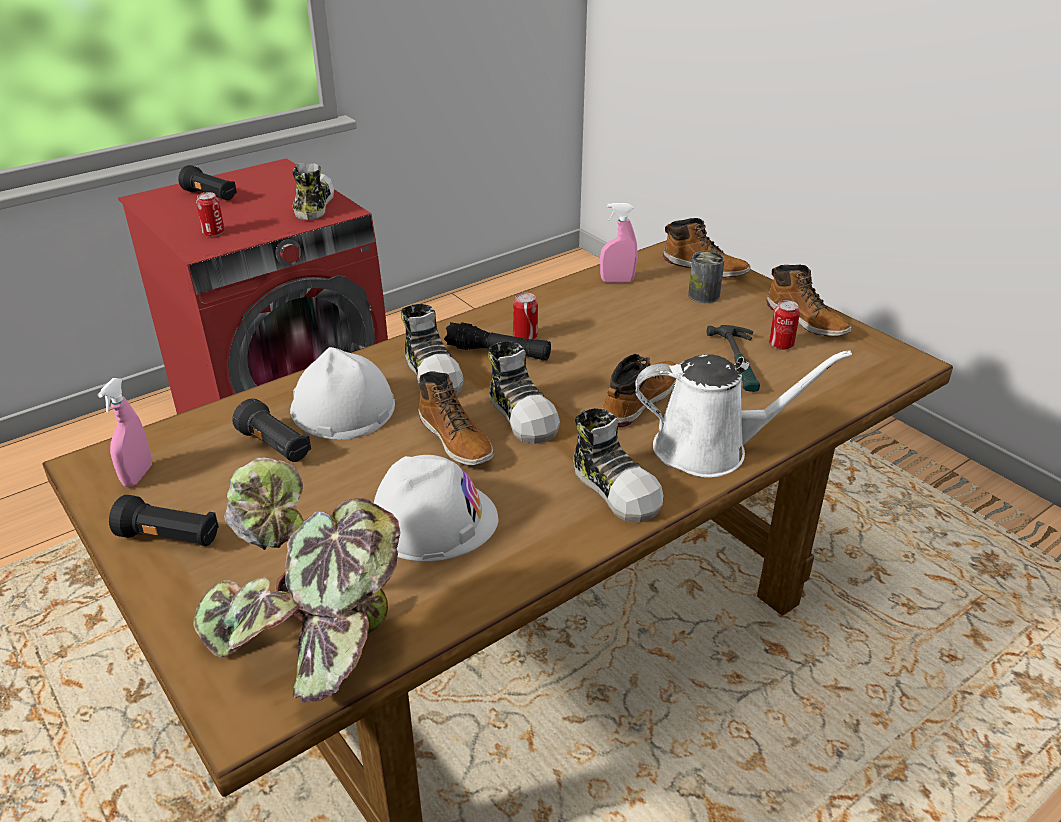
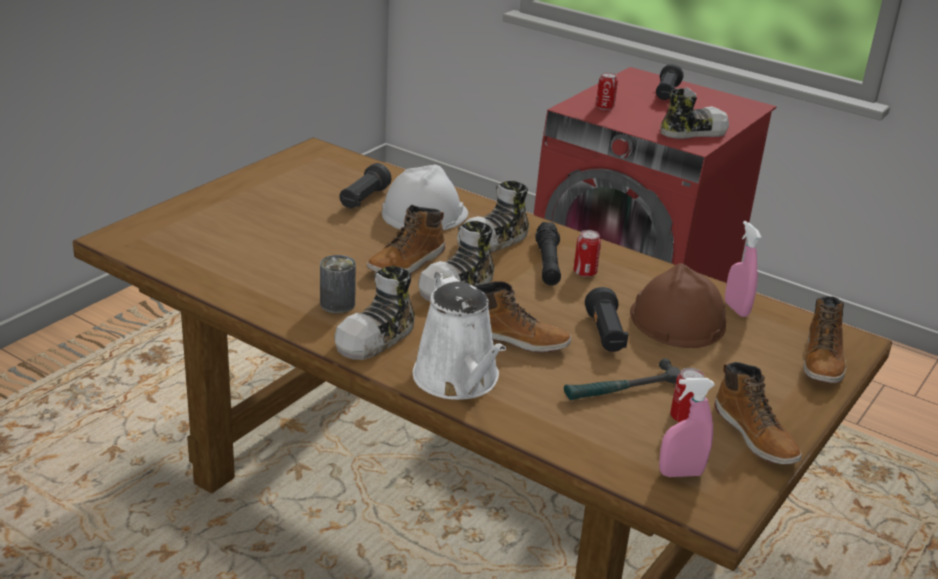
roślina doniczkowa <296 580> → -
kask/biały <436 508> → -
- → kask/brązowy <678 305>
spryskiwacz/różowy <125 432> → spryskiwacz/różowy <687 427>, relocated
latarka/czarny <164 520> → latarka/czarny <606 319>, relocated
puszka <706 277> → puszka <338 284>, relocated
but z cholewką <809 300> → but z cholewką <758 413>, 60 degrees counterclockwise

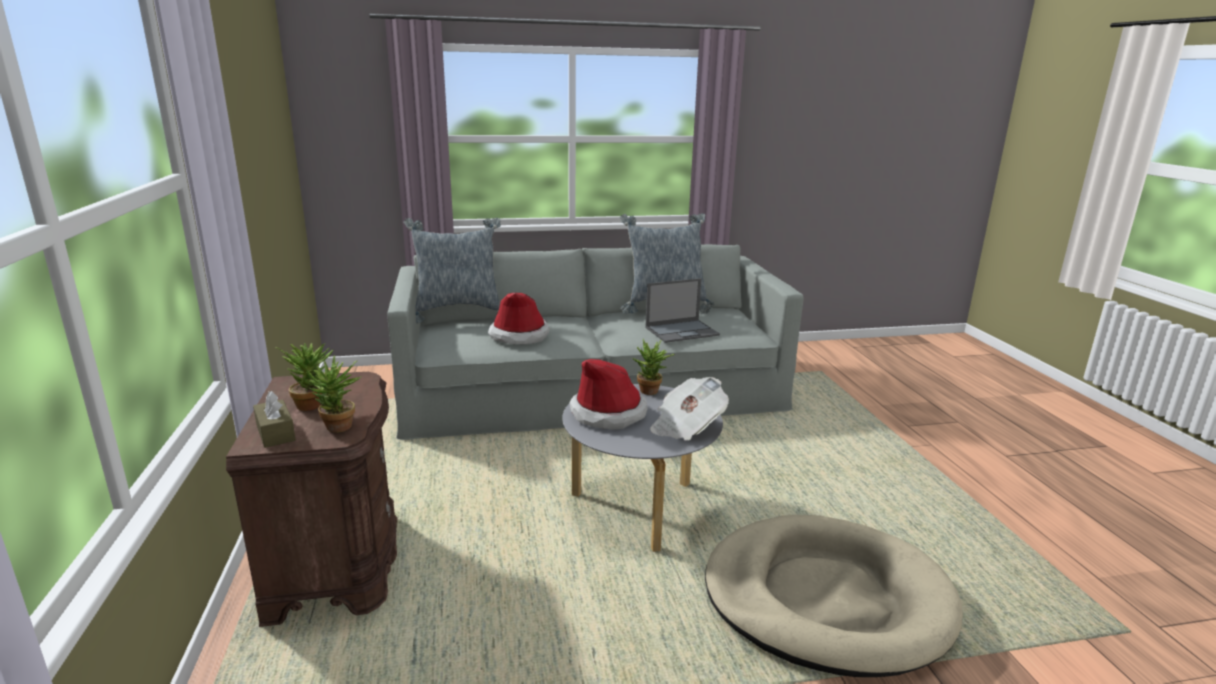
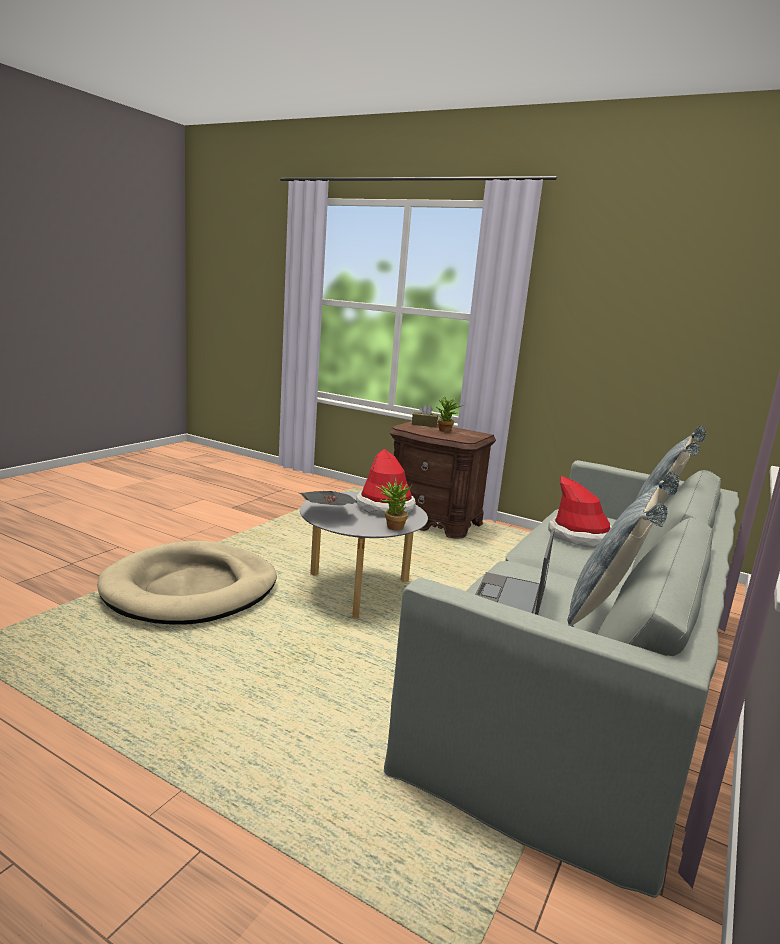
roślina doniczkowa <333 394> → -

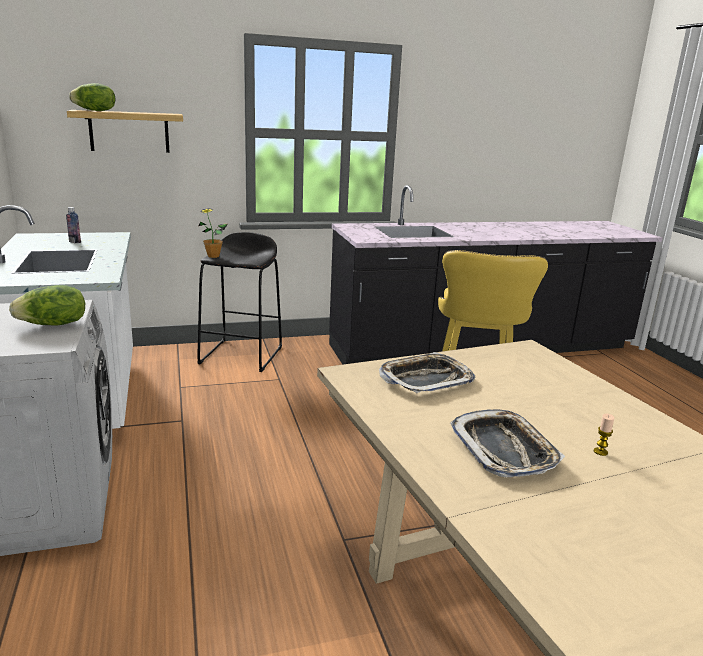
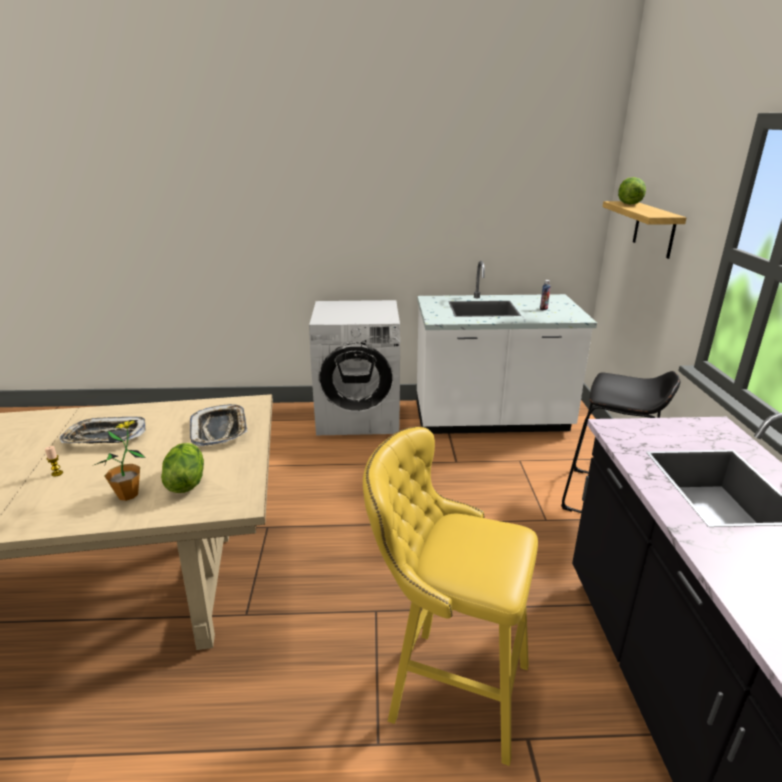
sałata <47 305> → sałata <182 467>, relocated
roślina doniczkowa <212 233> → roślina doniczkowa <119 460>, relocated

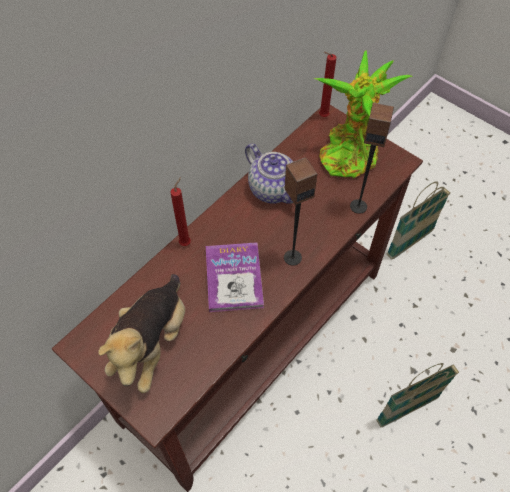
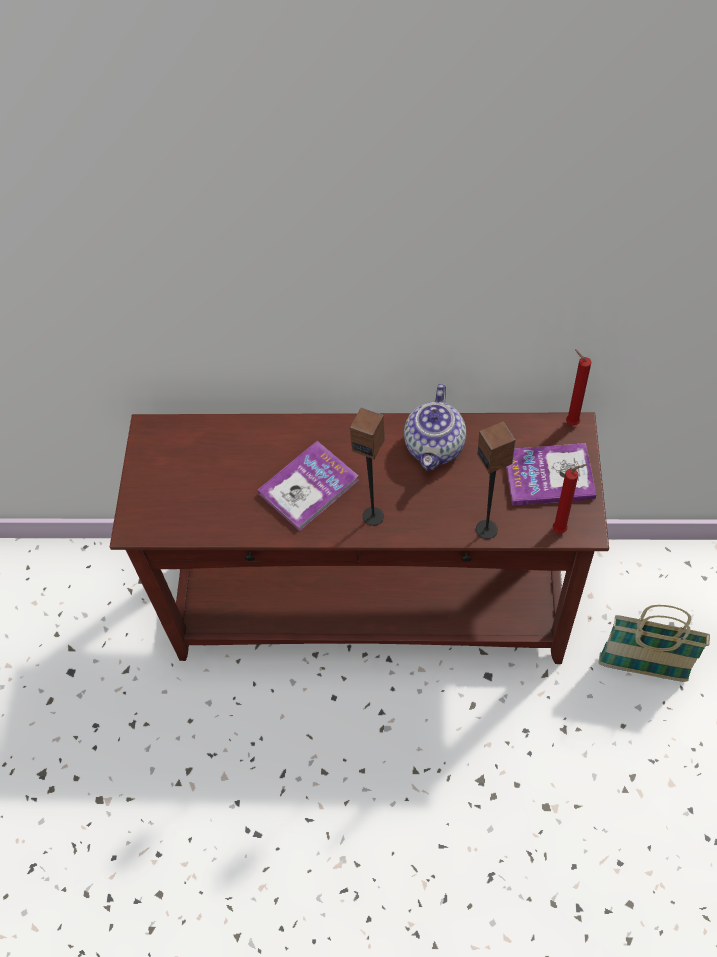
pluszak <141 333> → -
koszyk <417 395> → -
świeca/czerwony <180 211> → świeca/czerwony <570 499>, relocated
roślina doniczkowa <363 114> → książka <551 474>

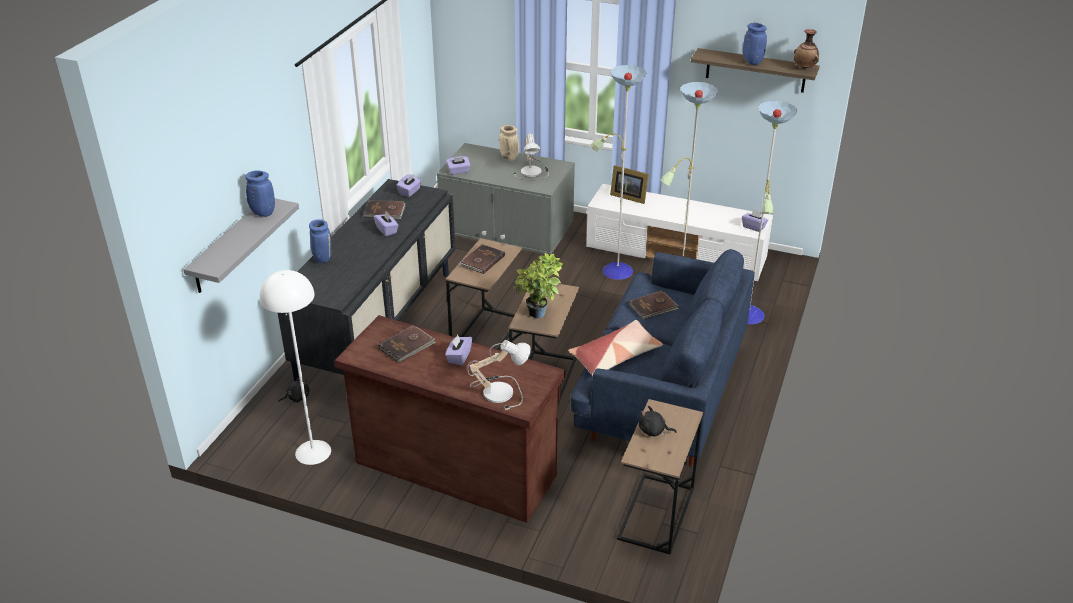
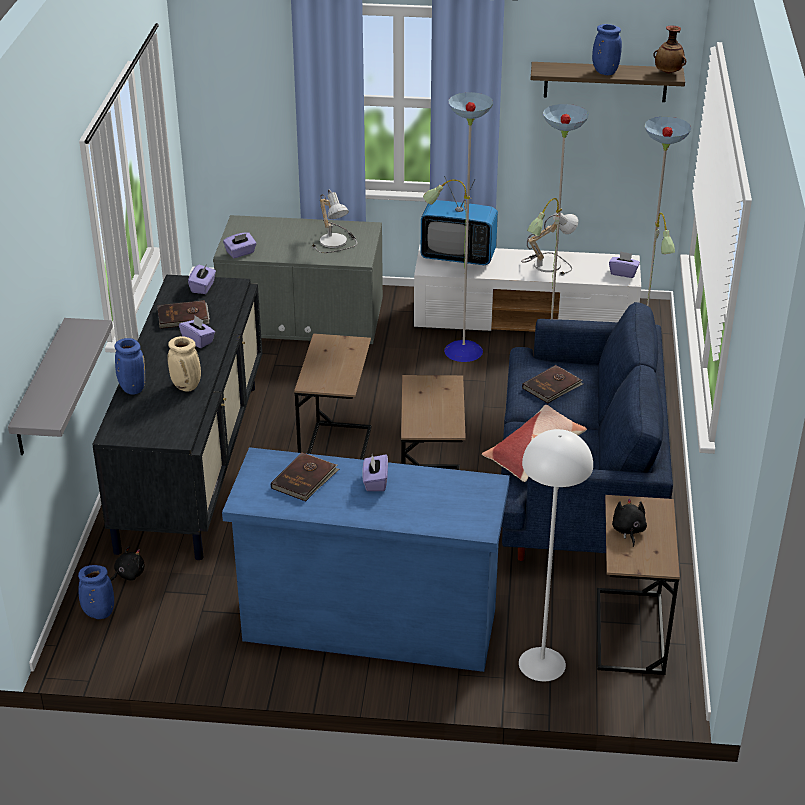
książka/brązowy <482 259> → -
roślina doniczkowa <538 286> → -
wazon/niebieski <260 194> → wazon/niebieski <96 592>, relocated
lampa stojąca/biały <295 367> → lampa stojąca/biały <556 555>, relocated
lampa stołowa <499 375> → lampa stołowa <549 244>, relocated
wazon/beżowy <509 143> → wazon/beżowy <184 364>, relocated
ramka na zdjęcie <629 184> → telewizor <459 220>
komoda/brązowy <449 419> → komoda/niebieski <366 559>
pluszak/czarny <658 421> → pluszak/czarny <629 522>, 90 degrees clockwise

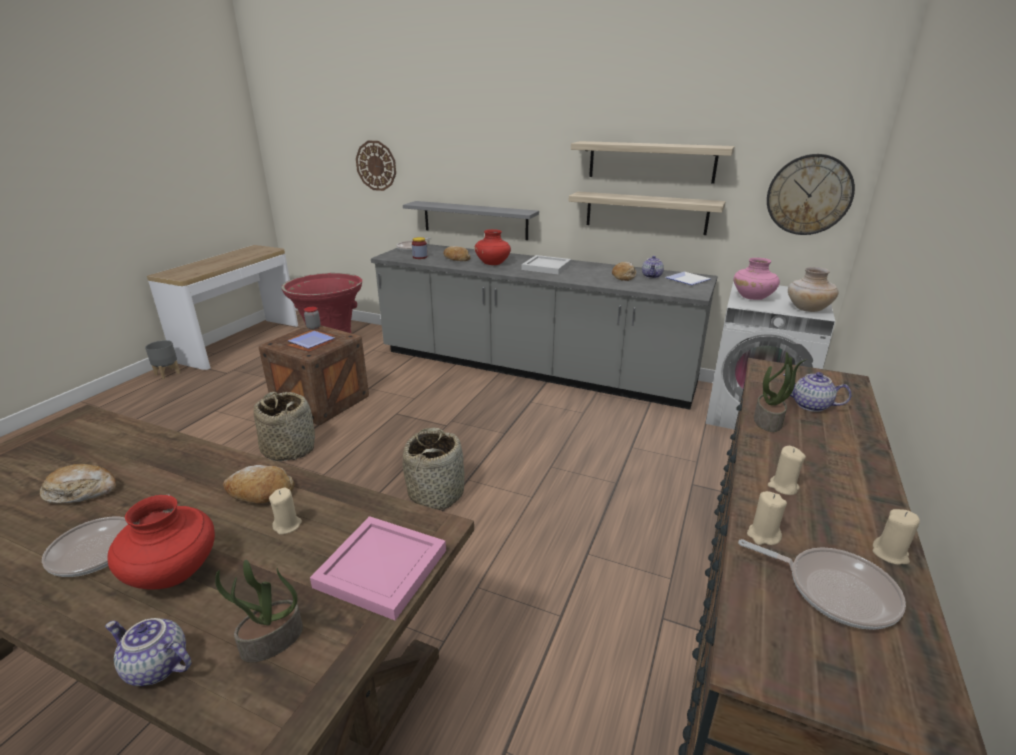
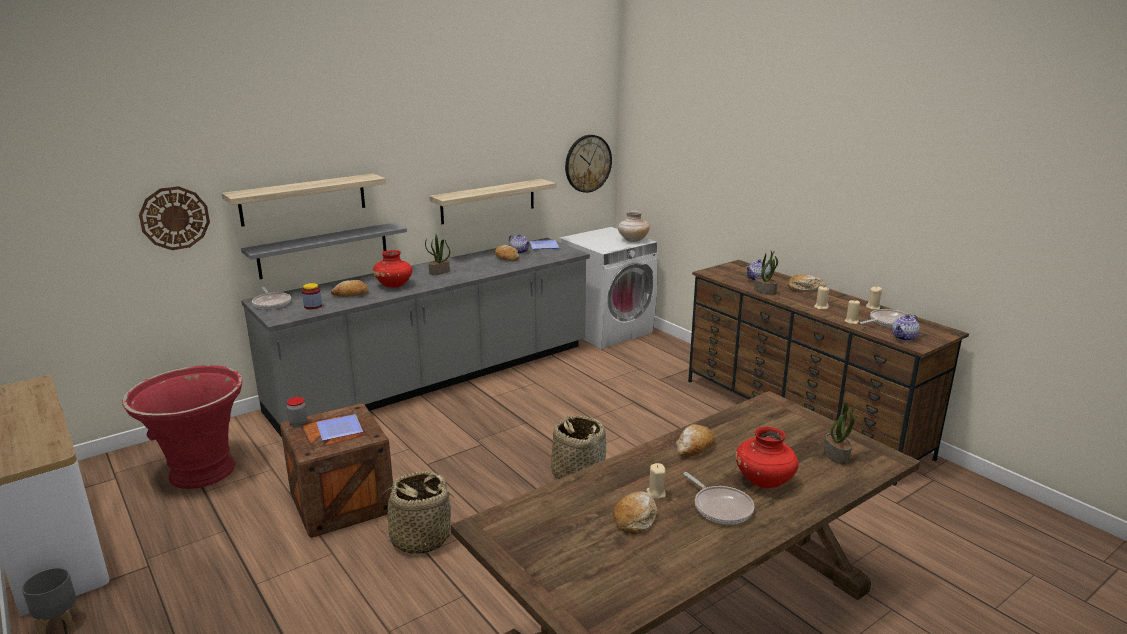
taca/różowy <378 568> → -
wazon/różowy <757 279> → -
- → chleb <807 282>
imbryk <148 652> → imbryk <906 327>, relocated
świeca/beżowy <285 511> → świeca/beżowy <656 481>, relocated
półka <653 162> → półka <304 199>, relocated
taca/biały <546 264> → roślina doniczkowa <437 254>

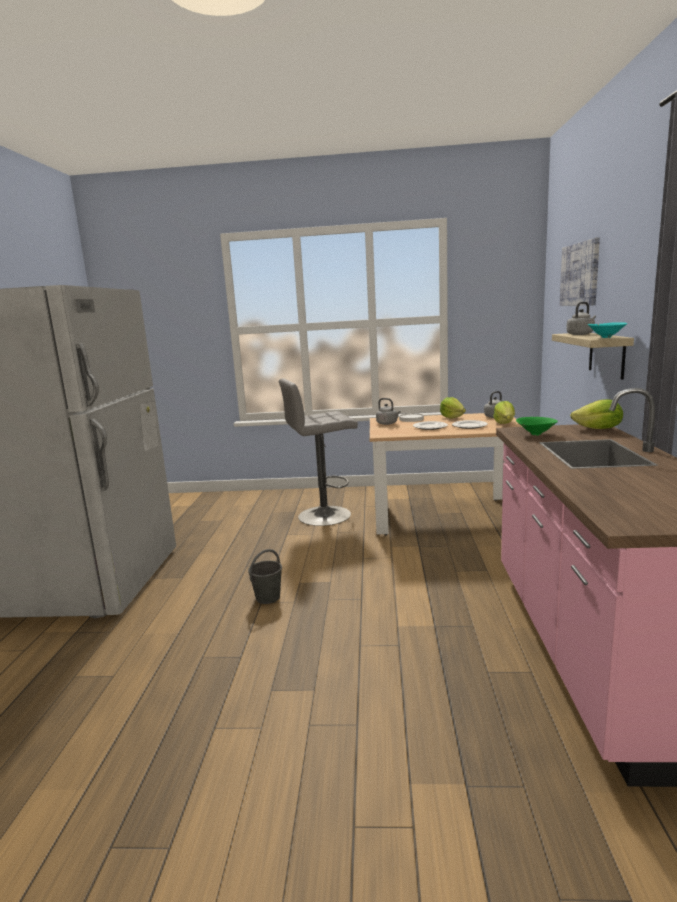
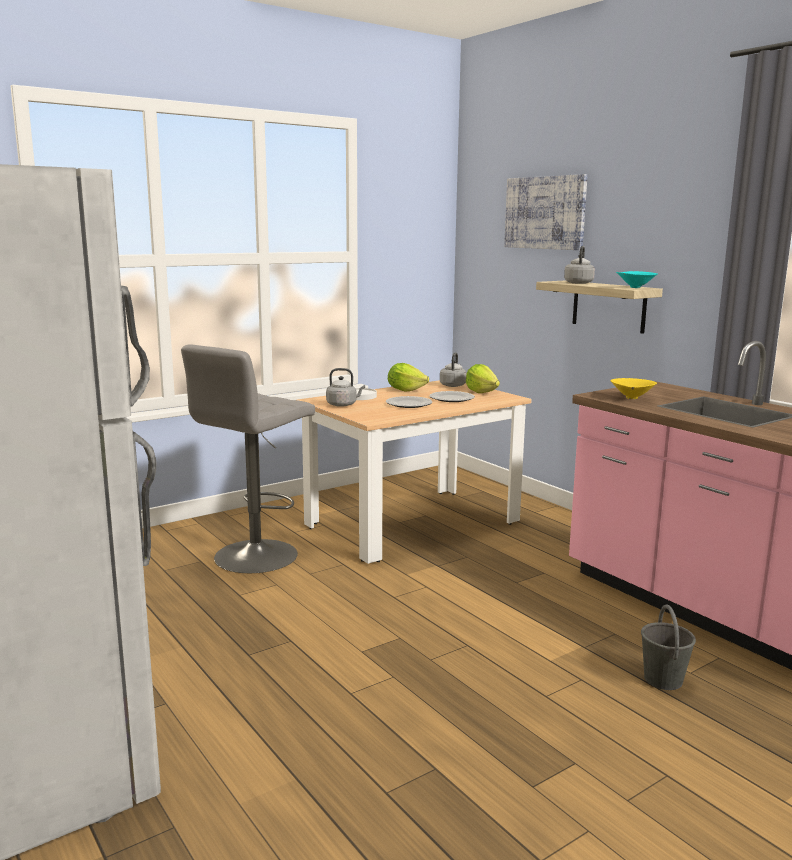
sałata <596 414> → -
wiadro/szary <265 576> → wiadro/szary <668 647>, relocated
miska/zielony <537 426> → miska/żółty <633 388>

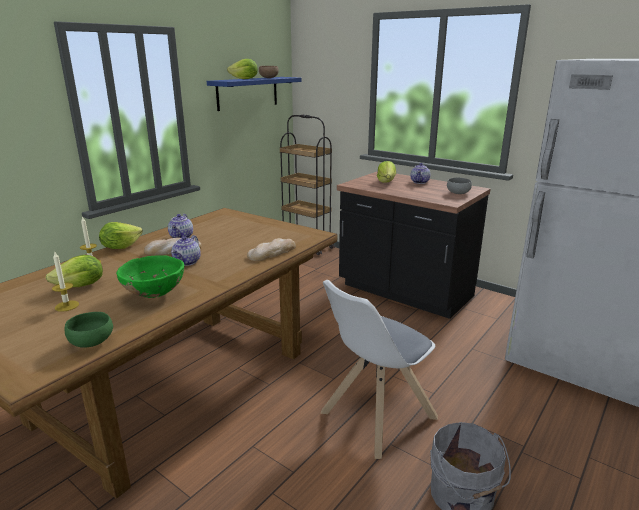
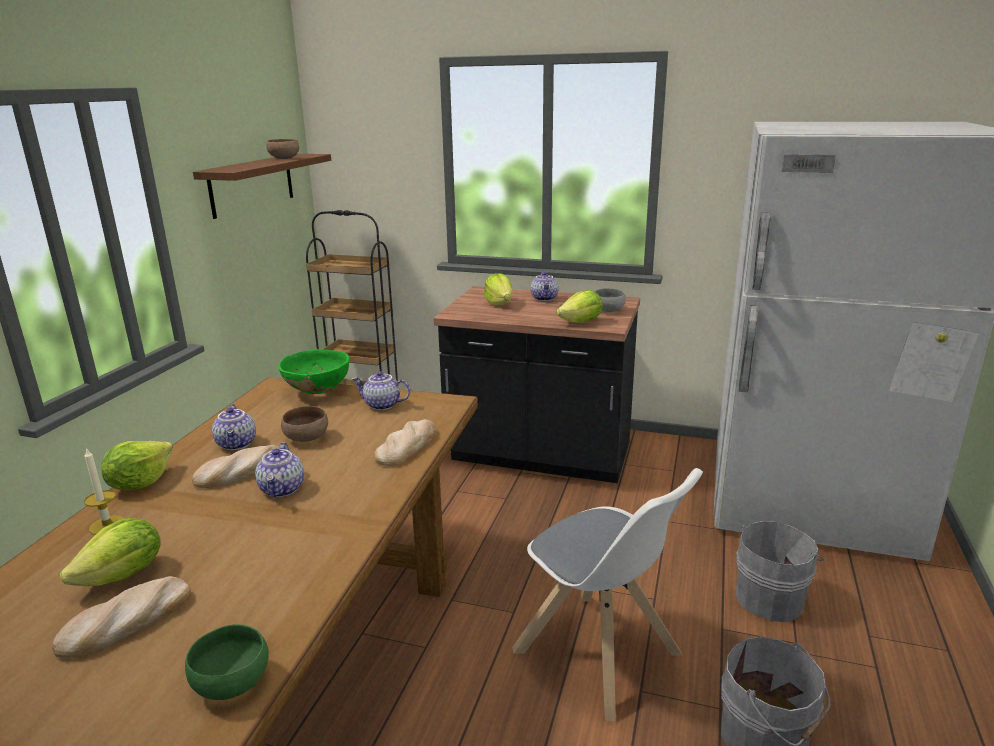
- → miska/brązowy <304 424>
- → imbryk <381 390>
- → wiadro/szary <780 571>
miska/zielony <150 276> → miska/zielony <313 371>, relocated
sałata <242 69> → sałata <579 306>, relocated
świeca <65 282> → chleb <121 617>
półka/niebieski <254 94> → półka/brązowy <262 186>
krzesło <379 369> → krzesło <607 595>, 75 degrees counterclockwise

